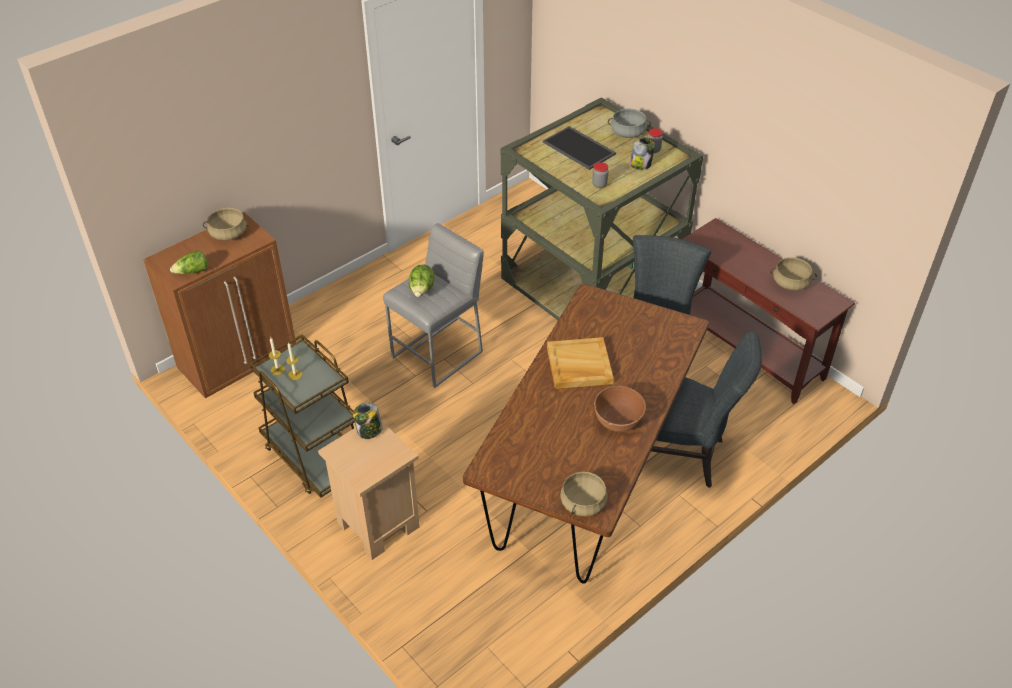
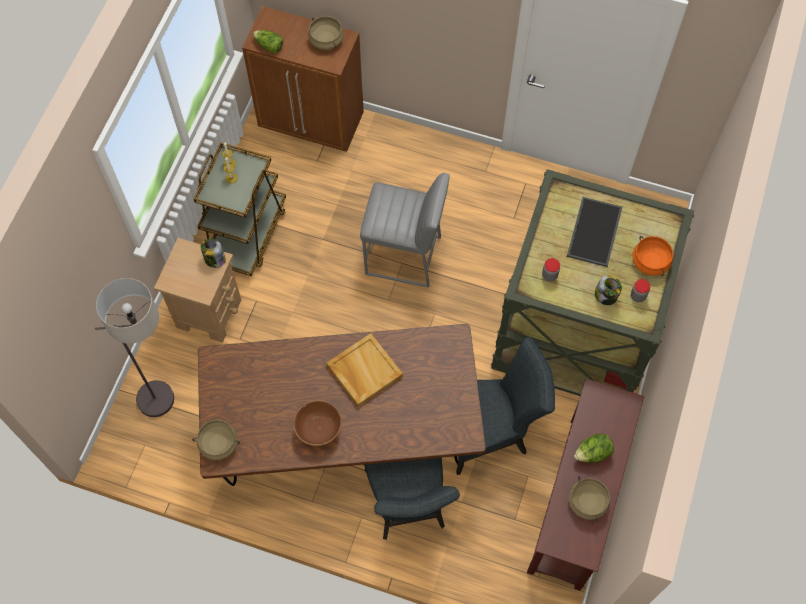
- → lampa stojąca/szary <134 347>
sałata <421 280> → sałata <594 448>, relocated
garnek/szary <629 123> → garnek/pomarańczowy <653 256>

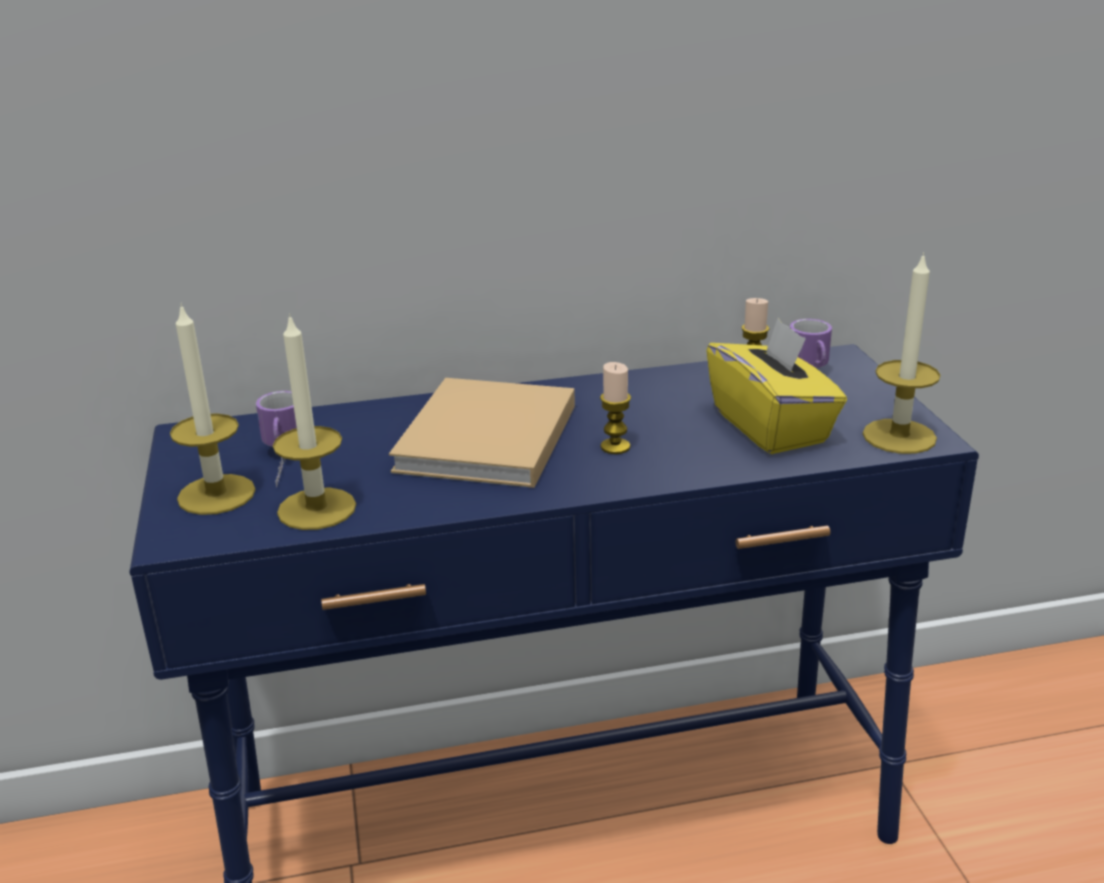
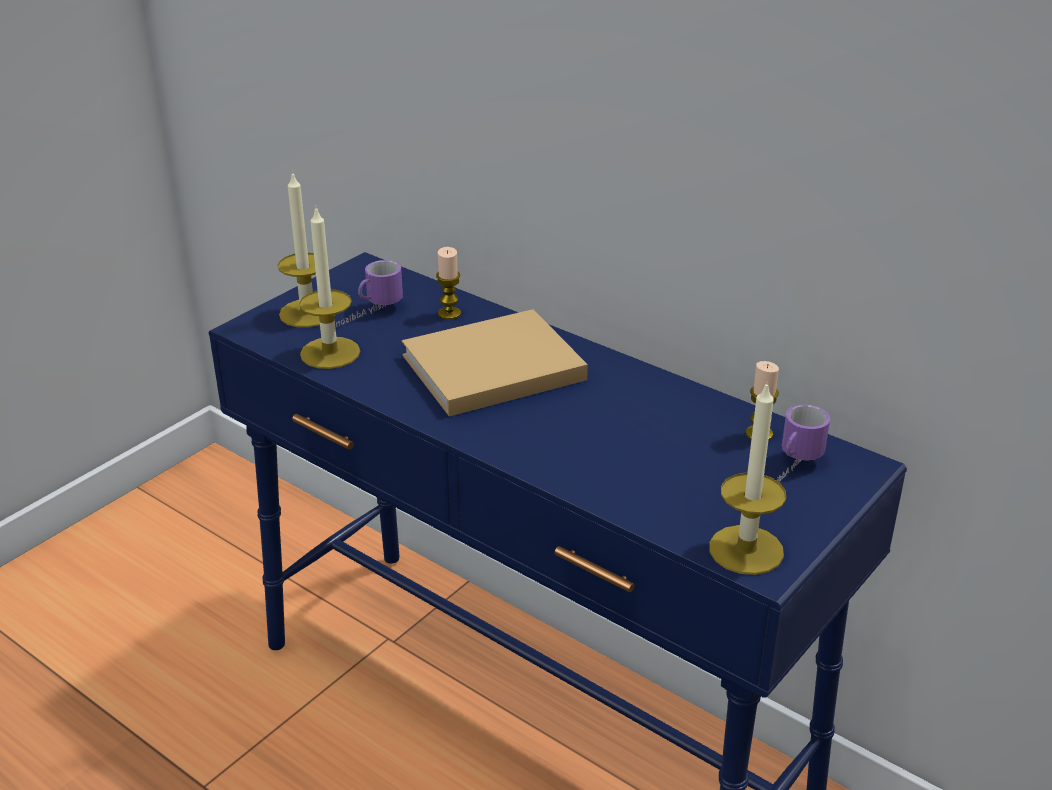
pudełko chusteczek/żółty <776 386> → -
świeca <615 408> → świeca <448 283>, relocated

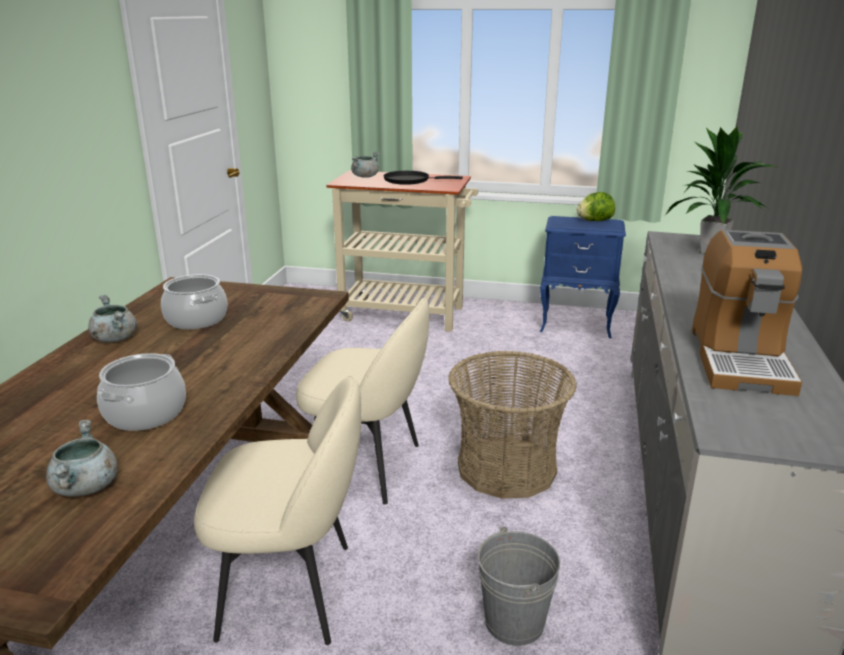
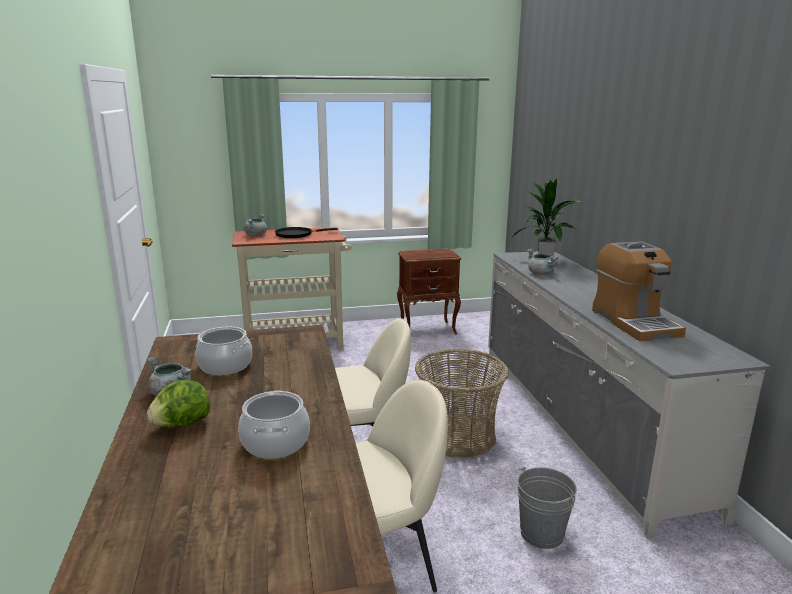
garnek/szary <82 458> → garnek/szary <543 262>, relocated
sałata <596 206> → sałata <178 404>, relocated
szafka nocna/niebieski <583 277> → szafka nocna/brązowy <429 292>

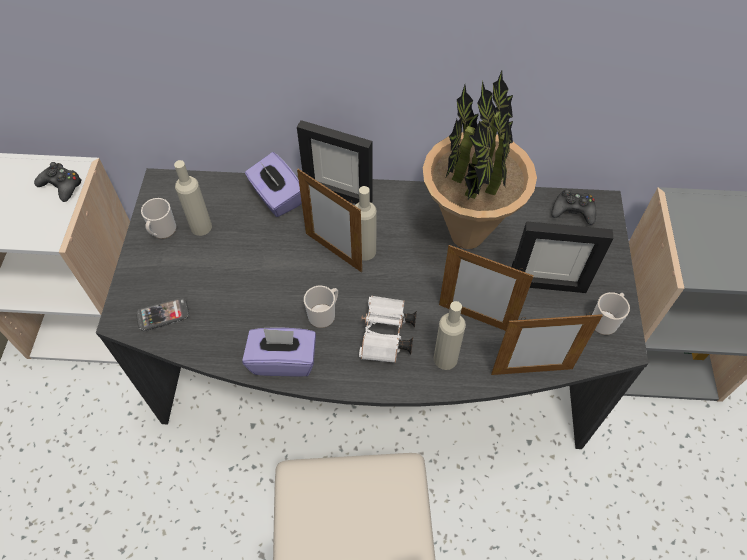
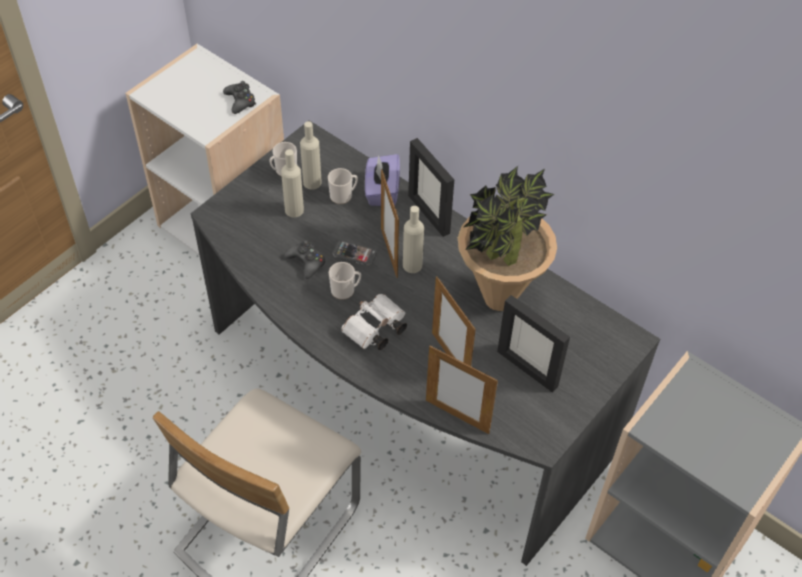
pudełko chusteczek/fioletowy <279 352> → -
telefon <163 314> → telefon <354 253>, relocated
butelka/beżowy <450 335> → butelka/beżowy <292 183>, relocated
pad do gier/czarny <573 207> → pad do gier/czarny <304 259>, relocated
kubek <611 313> → kubek <343 186>, relocated

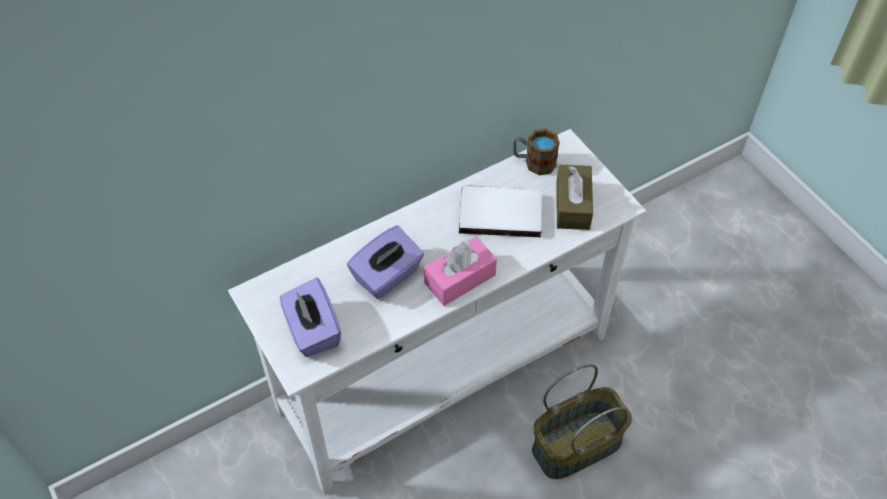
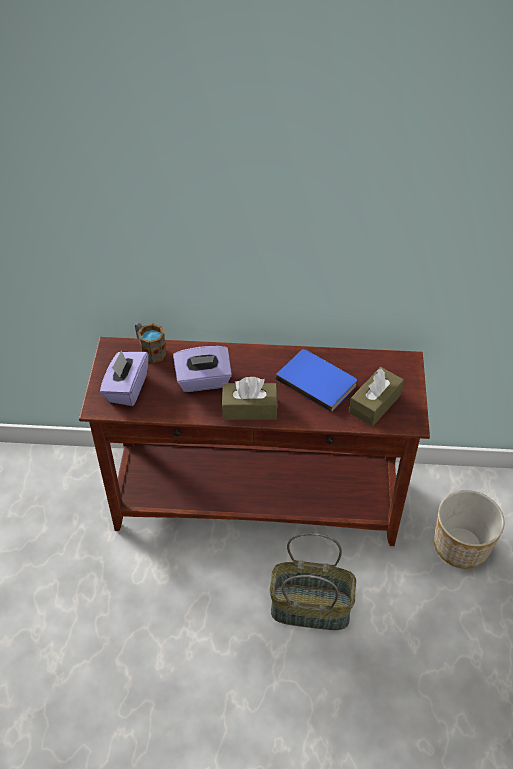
- → donica <469 529>
kubek <536 152> → kubek <151 342>, relocated
stolik konsolowy/biały <437 311> → stolik konsolowy/brązowy <254 441>
pudełko chusteczek/różowy <460 271> → pudełko chusteczek/brązowy <250 398>
książka/biały <500 211> → książka/niebieski <316 380>

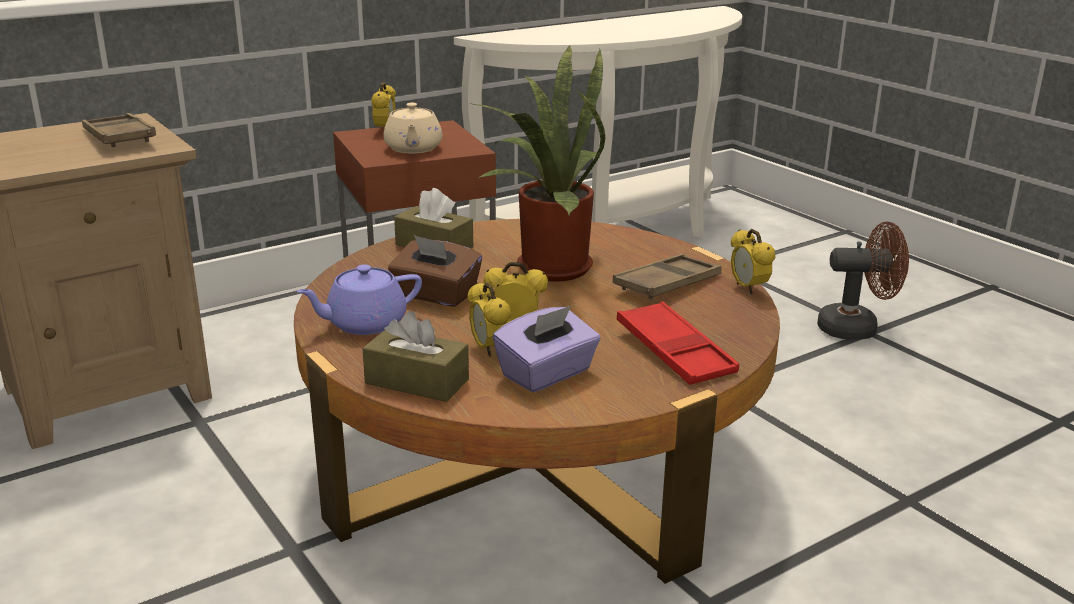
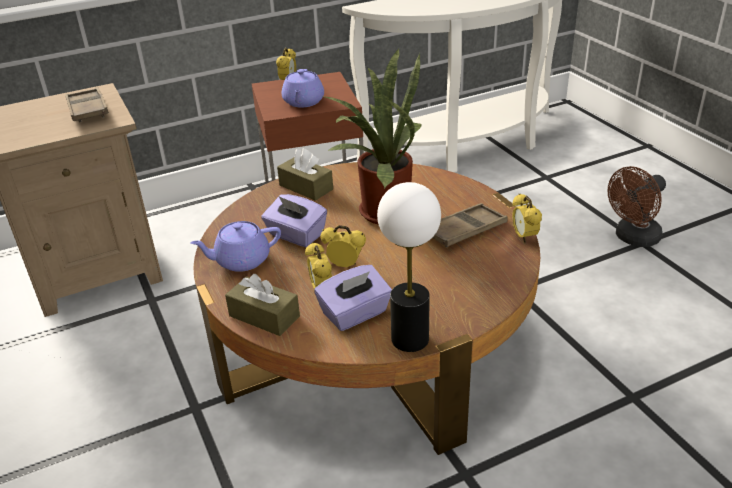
taca/czerwony <678 343> → -
- → lampa stołowa <409 267>
imbryk/beżowy <413 128> → imbryk/fioletowy <303 88>
pudełko chusteczek/brązowy <435 271> → pudełko chusteczek/fioletowy <294 220>
wentylator/brązowy <863 281> → wentylator/brązowy <637 206>, 135 degrees clockwise

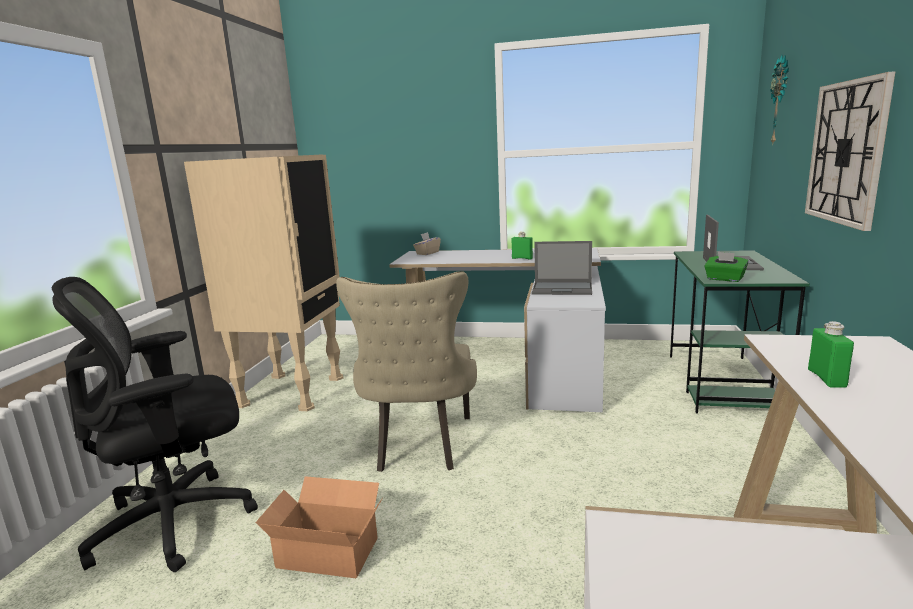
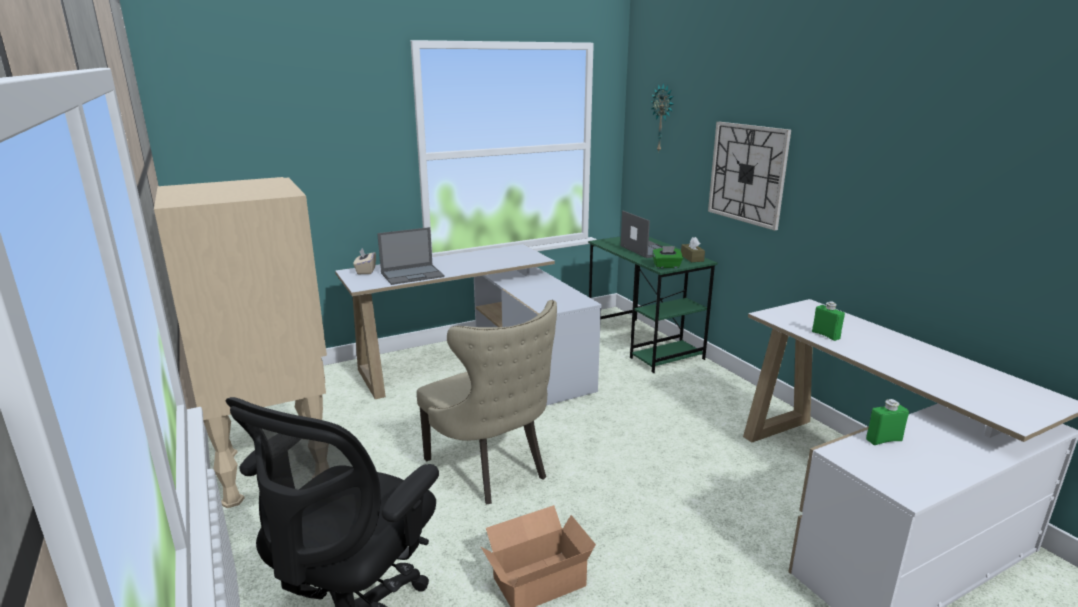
- → pudełko chusteczek/brązowy <693 249>
butelka/zielony <522 246> → butelka/zielony <887 422>, relocated
laptop <562 268> → laptop <411 256>, relocated

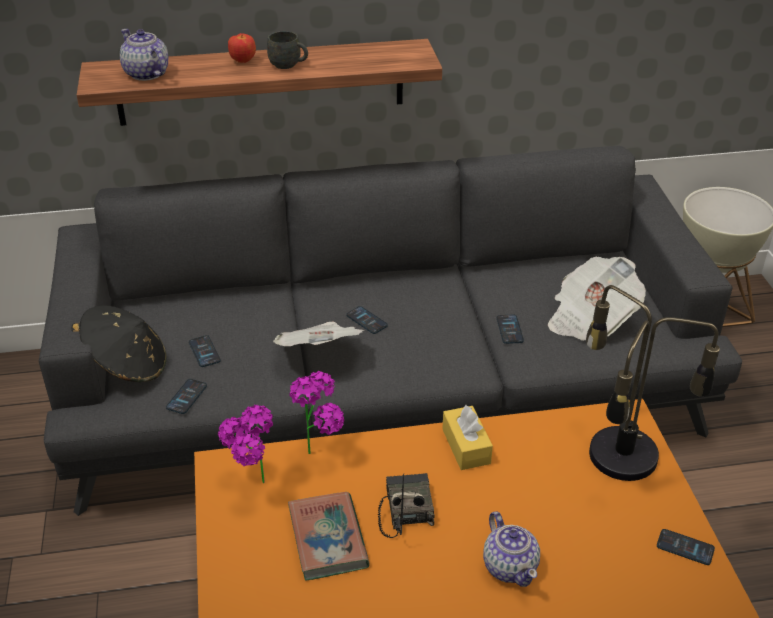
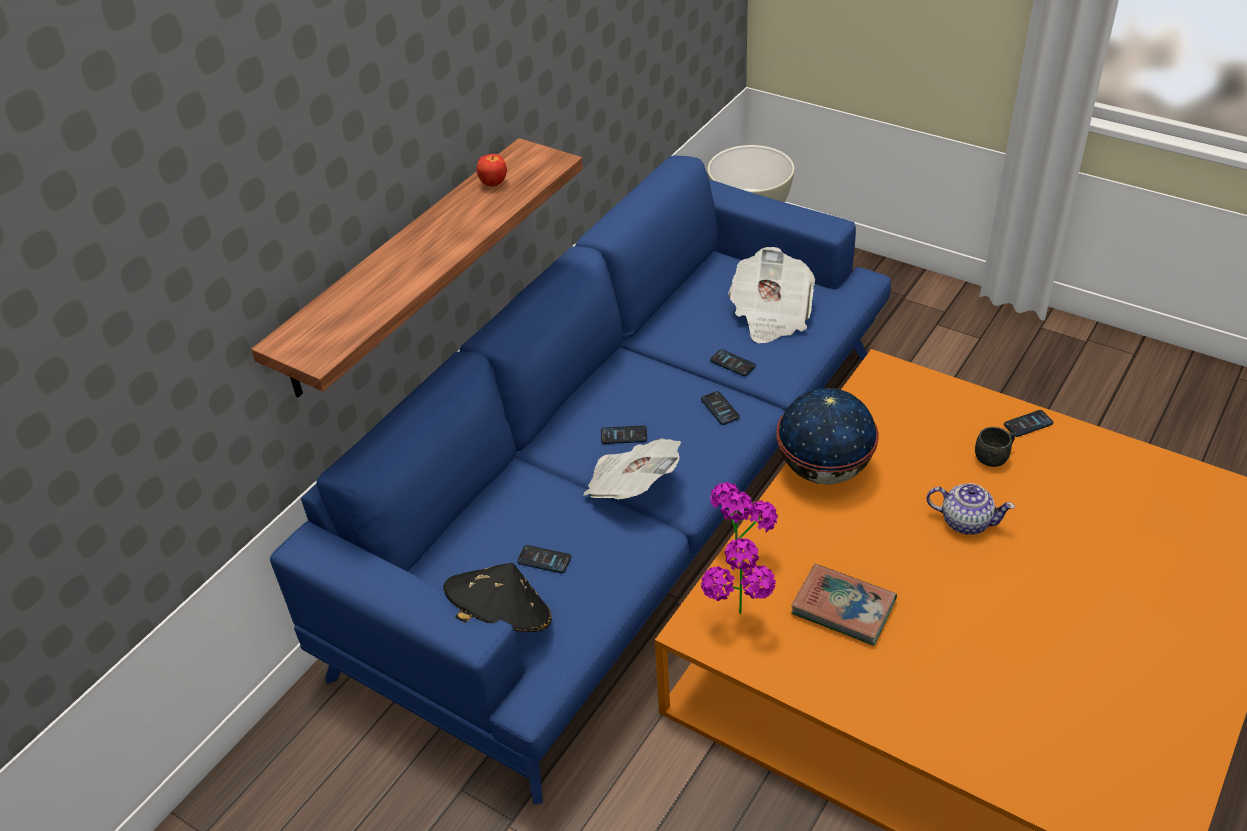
imbryk <144 55> → -
radio <406 505> → -
lampa stołowa <653 383> → -
telefon <186 396> → telefon <720 408>, relocated
jabłko <242 48> → jabłko <492 170>, relocated
kubek/szary <287 50> → kubek/szary <995 447>, relocated
pudełko chusteczek/żółty <467 437> → globus <827 436>
kanapa/szary <390 331> → kanapa/niebieski <580 480>

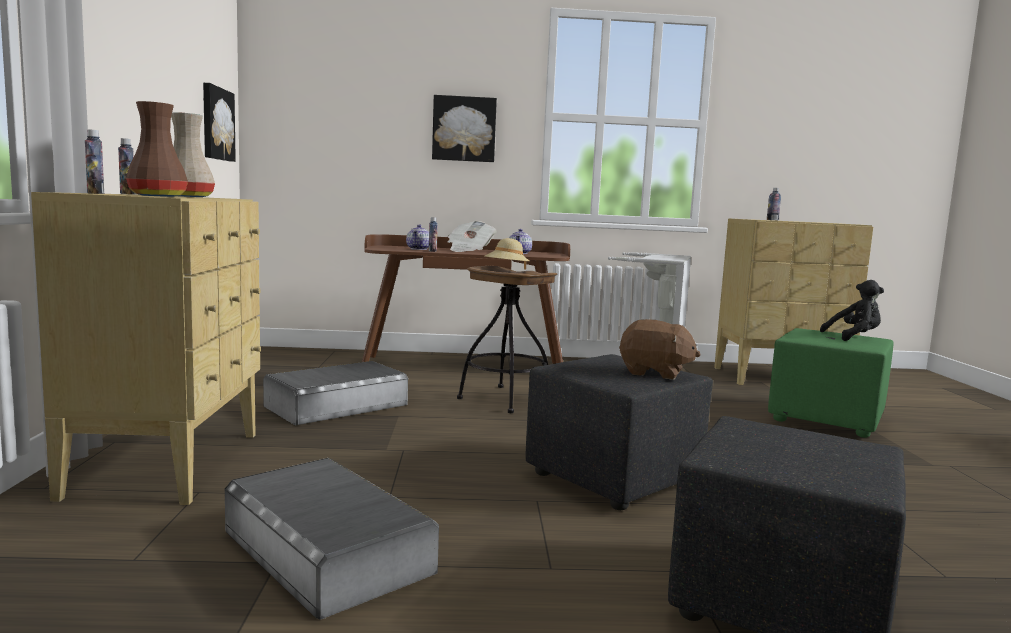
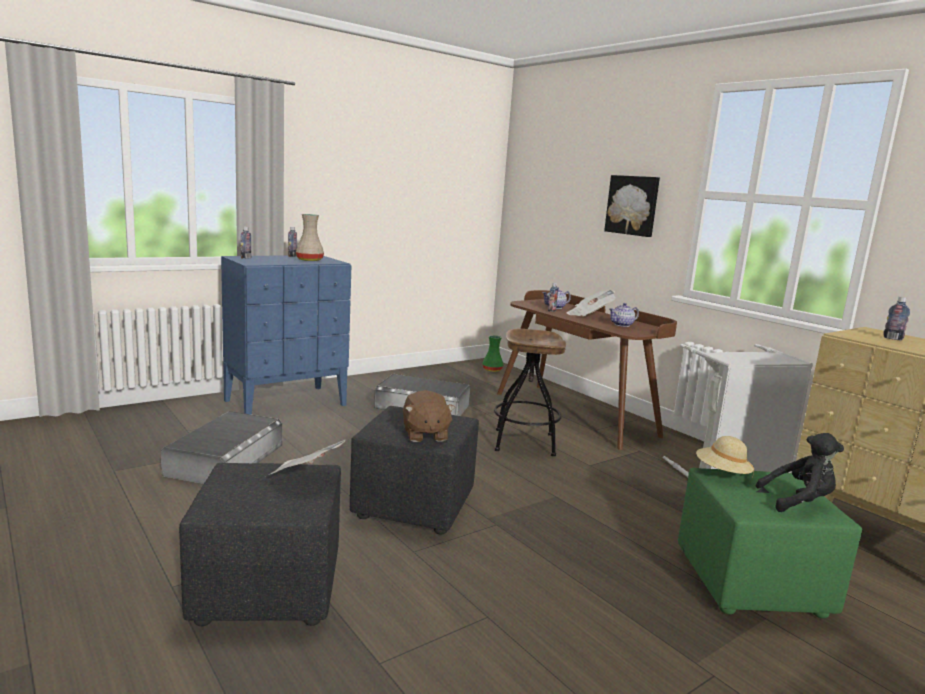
wazon/brązowy <157 149> → -
obraz <219 122> → -
- → gazeta <309 456>
- → wazon/zielony <492 353>
kapelusz/beżowy <507 254> → kapelusz/beżowy <725 457>, relocated
komoda/beżowy <146 348> → komoda/niebieski <286 335>
pluszak/czarny <852 310> → pluszak/czarny <800 472>, 45 degrees counterclockwise

